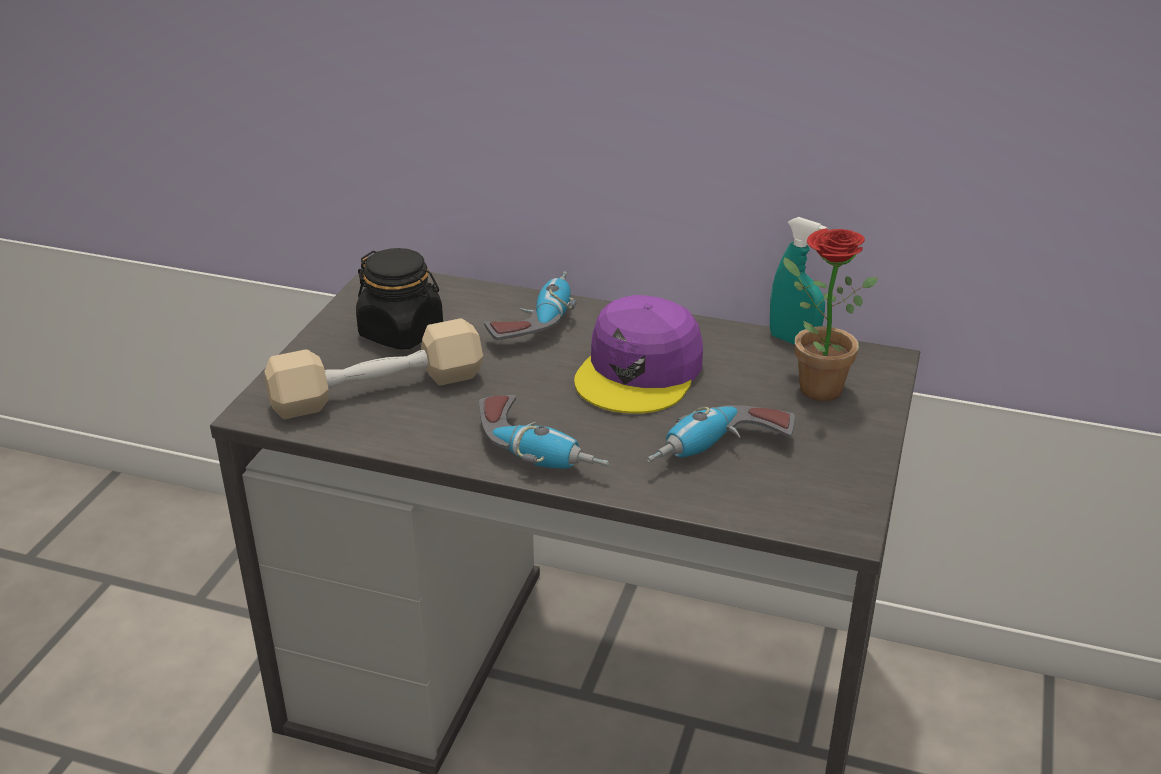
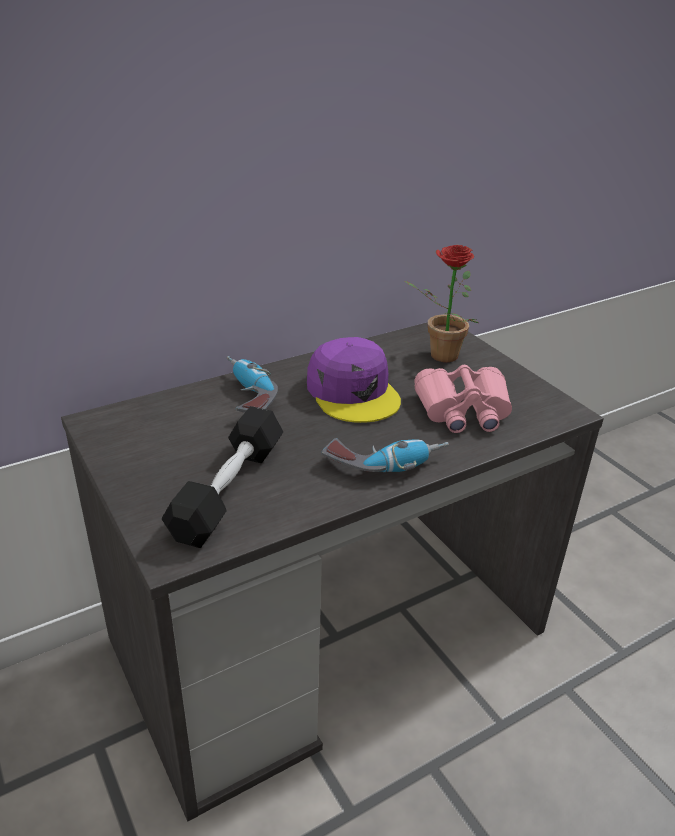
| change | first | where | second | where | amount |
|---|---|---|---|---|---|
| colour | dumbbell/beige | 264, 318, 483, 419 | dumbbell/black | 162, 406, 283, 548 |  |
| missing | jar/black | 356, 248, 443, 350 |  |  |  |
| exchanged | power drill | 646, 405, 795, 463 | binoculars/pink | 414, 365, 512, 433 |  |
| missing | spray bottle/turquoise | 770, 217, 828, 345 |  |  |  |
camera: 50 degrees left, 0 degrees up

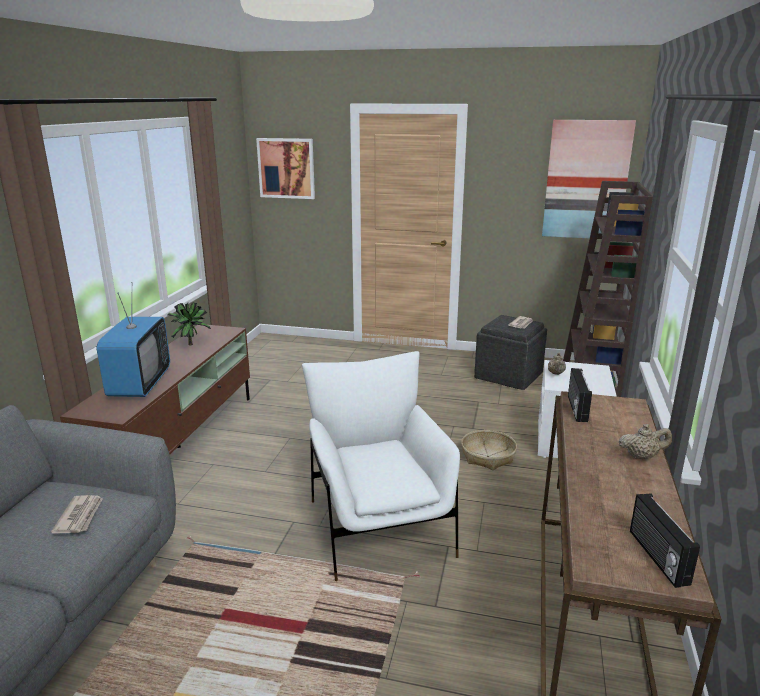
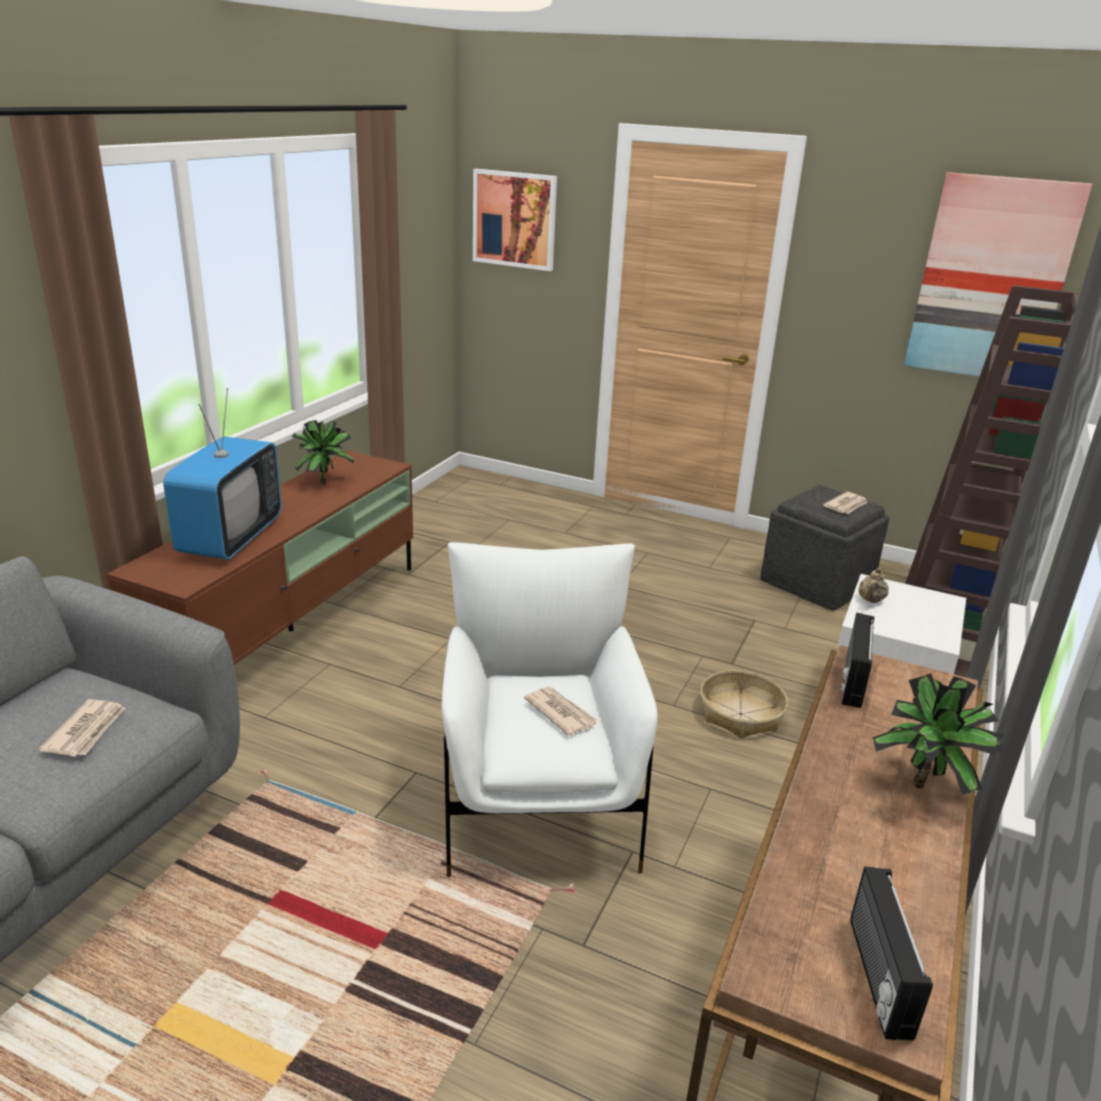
| change | first | where | second | where | amount |
|---|---|---|---|---|---|
| exchanged | teapot/beige | 619, 424, 672, 459 | potted plant | 872, 673, 1005, 795 |  |
| appeared |  |  | newspaper | 524, 686, 598, 736 |  |
camera: 10 degrees right, 5 degrees up

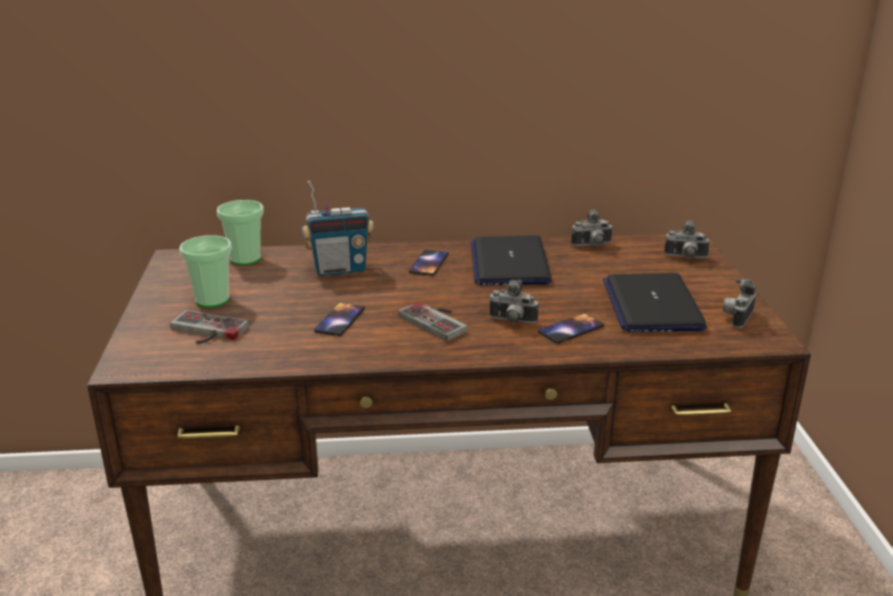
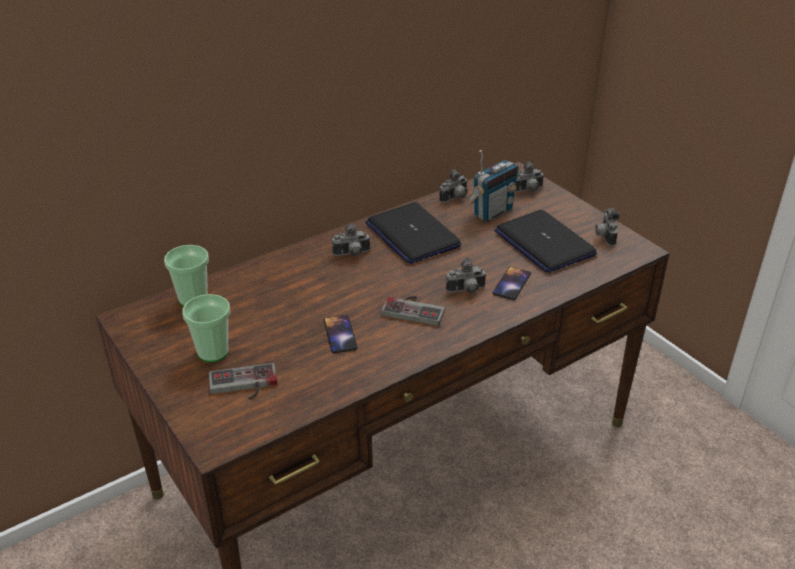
| change | first | where | second | where | amount |
|---|---|---|---|---|---|
| relocated | radio | 302, 181, 374, 276 |  | 467, 150, 519, 222 |  |
| exchanged | phone | 409, 250, 448, 276 | photo camera | 332, 222, 370, 256 |  |
camera: 30 degrees left, 10 degrees up

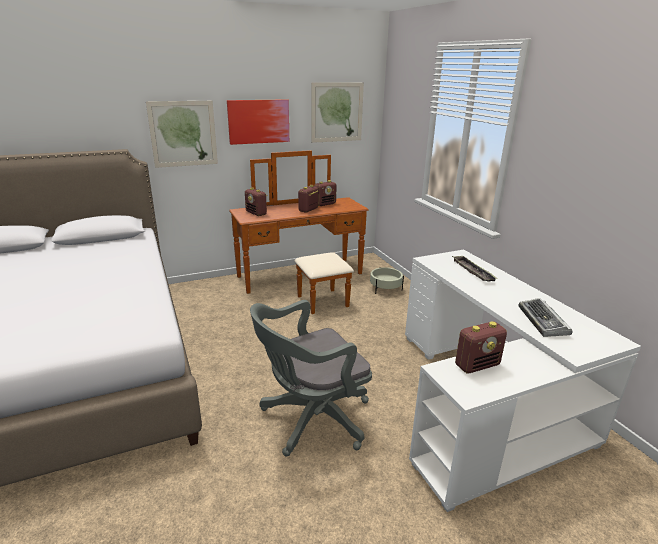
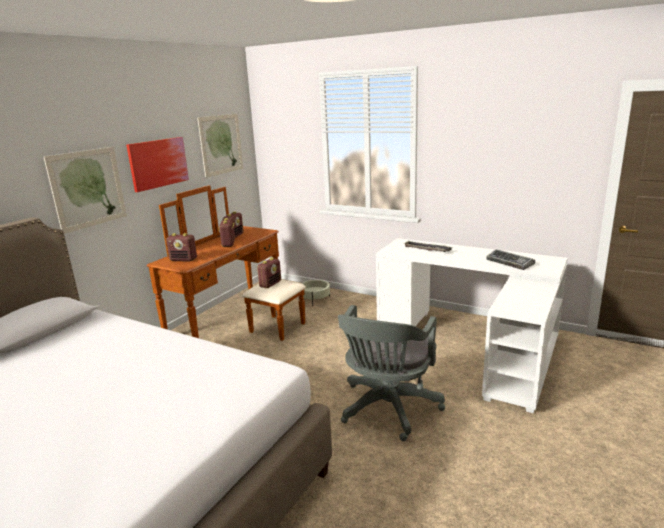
| change | first | where | second | where | amount |
|---|---|---|---|---|---|
| relocated | radio | 455, 321, 507, 374 |  | 257, 258, 281, 288 |  |
camera: 35 degrees left, 5 degrees down

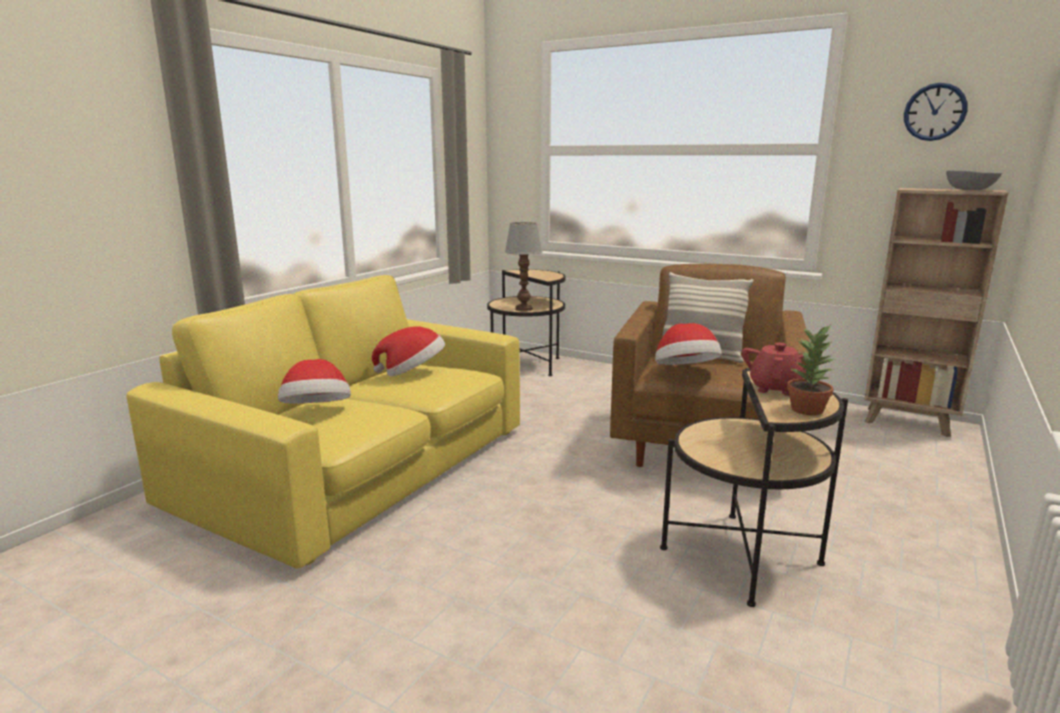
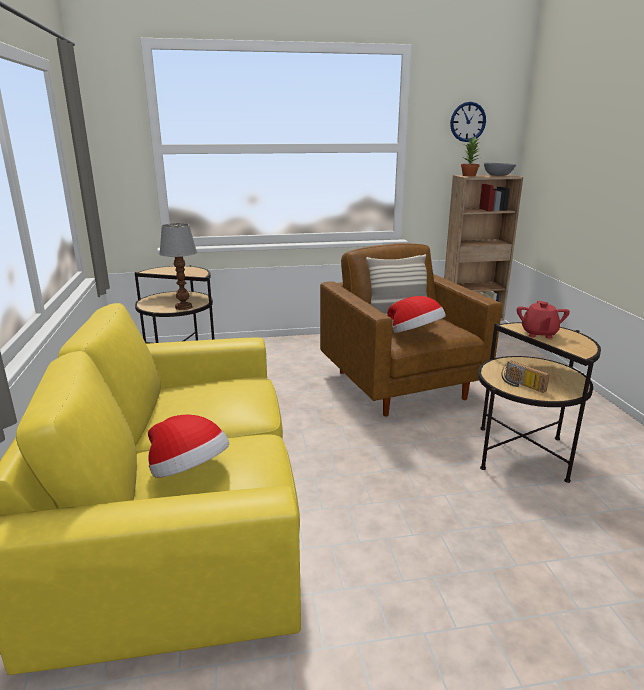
| change | first | where | second | where | amount |
|---|---|---|---|---|---|
| missing | hat | 372, 326, 445, 376 |  |  |  |
| spun | teapot/red | 742, 342, 806, 396 |  | 517, 301, 570, 339 | 150 degrees counterclockwise |
| relocated | potted plant | 787, 326, 836, 415 |  | 461, 136, 481, 176 |  |
| appeared |  |  | radio | 502, 360, 549, 393 |  |
camera: 40 degrees left, 5 degrees up

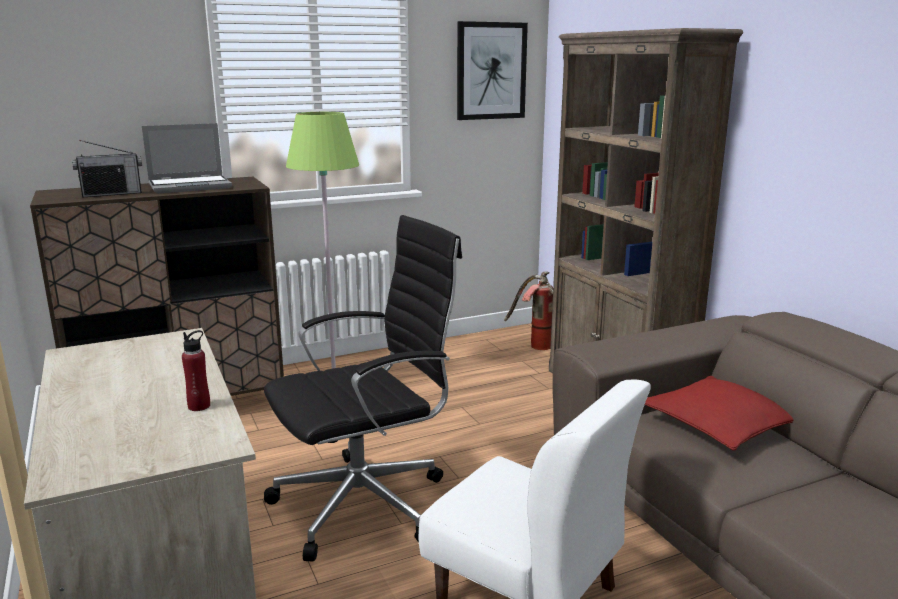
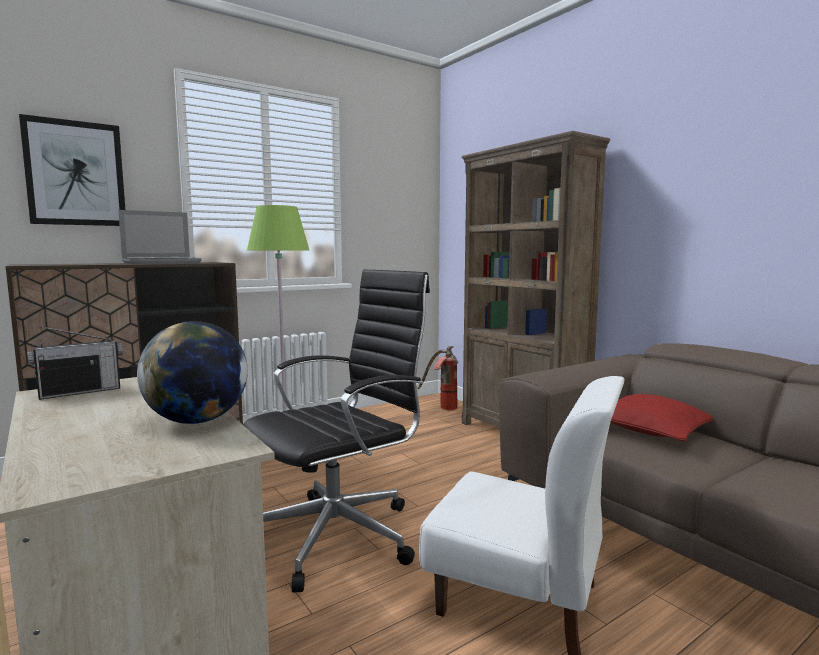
| change | first | where | second | where | amount |
|---|---|---|---|---|---|
| relocated | radio | 72, 140, 142, 197 |  | 27, 326, 123, 400 |  |
| exchanged | bottle/red | 182, 330, 210, 411 | globe | 137, 321, 248, 424 |  |
| relocated | picture | 457, 21, 528, 120 |  | 19, 114, 125, 226 |  |
camera: 10 degrees left, 10 degrees down

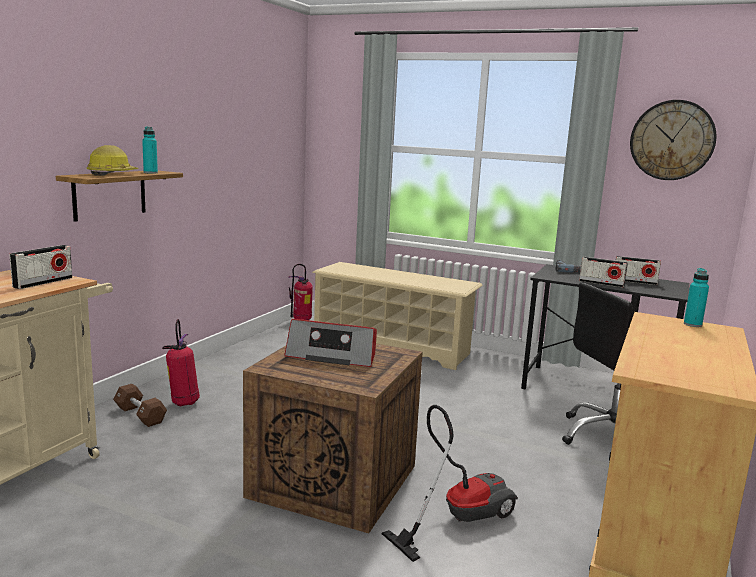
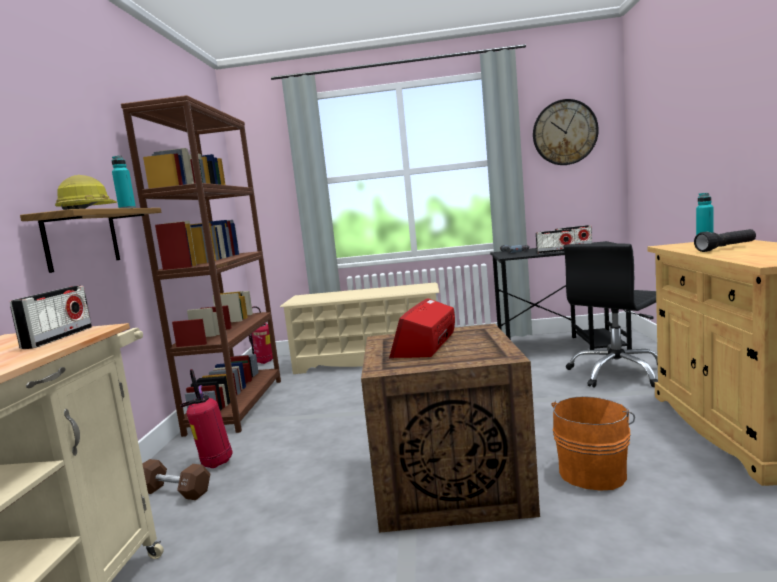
| change | first | where | second | where | amount |
|---|---|---|---|---|---|
| spun | radio | 284, 319, 377, 367 |  | 389, 298, 455, 358 | 120 degrees clockwise |
| exchanged | vacuum cleaner | 382, 405, 518, 562 | bucket/orange | 551, 396, 635, 491 |  |
| appeared |  |  | bookcase/brown | 121, 95, 281, 437 |  |
| appeared |  |  | flashlight/black | 694, 229, 756, 252 |  |
camera: 20 degrees left, 5 degrees down

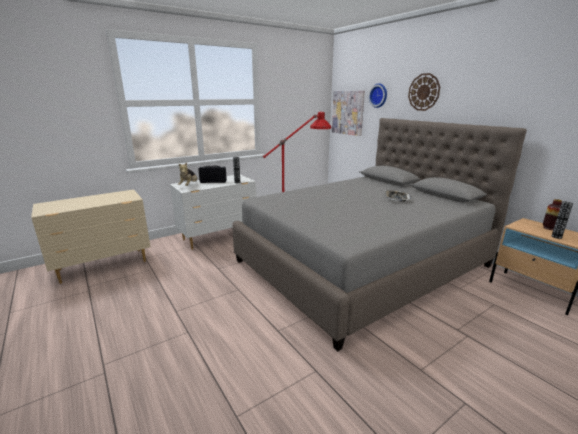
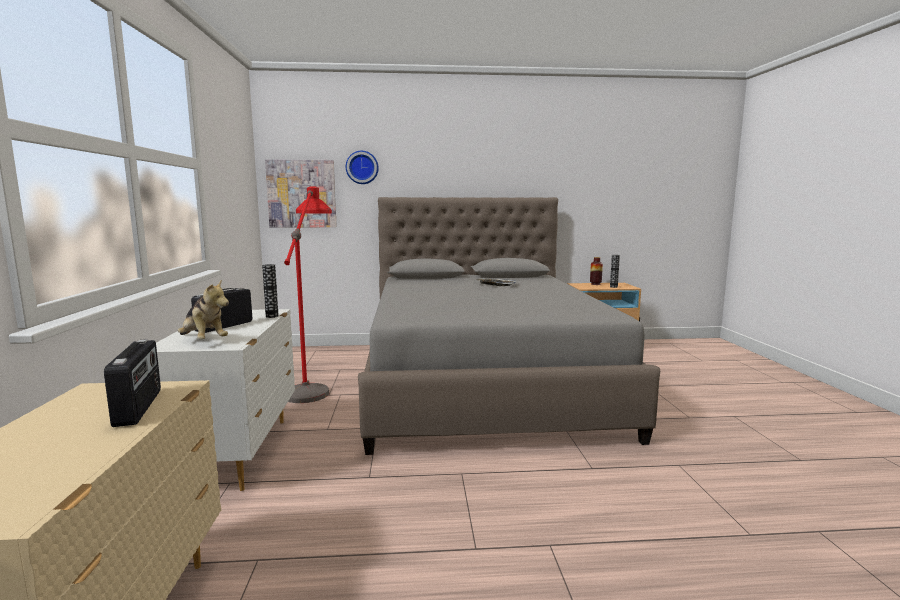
| change | first | where | second | where | amount |
|---|---|---|---|---|---|
| missing | wall clock | 408, 73, 440, 111 |  |  |  |
| appeared |  |  | radio | 104, 339, 161, 427 |  |
camera: 60 degrees left, 10 degrees down

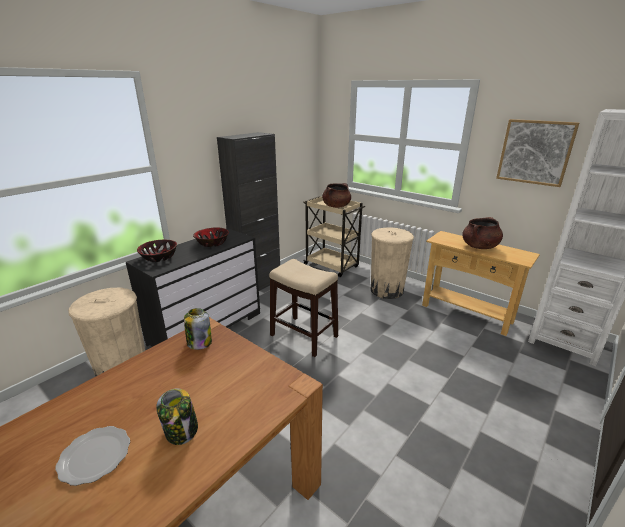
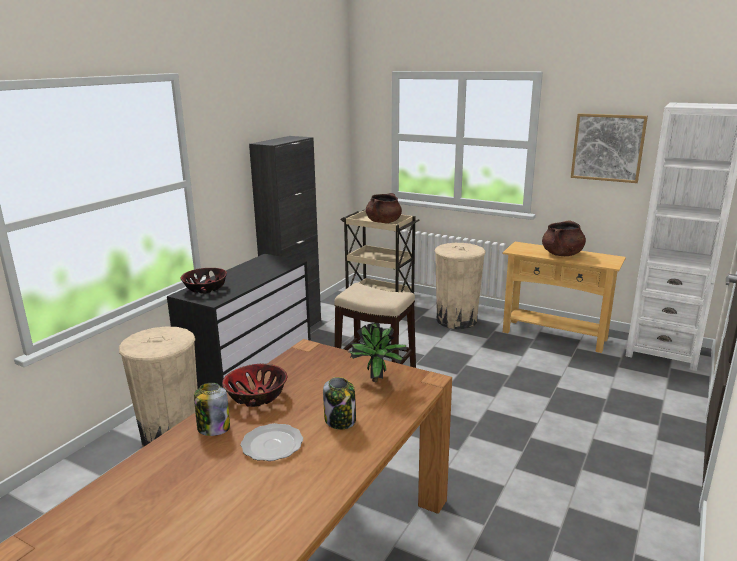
| change | first | where | second | where | amount |
|---|---|---|---|---|---|
| relocated | jar | 184, 308, 212, 350 |  | 194, 383, 230, 436 |  |
| relocated | bowl | 193, 227, 229, 247 |  | 222, 364, 288, 407 |  |
| appeared |  |  | potted plant | 348, 323, 407, 382 |  |
camera: 10 degrees left, 5 degrees down

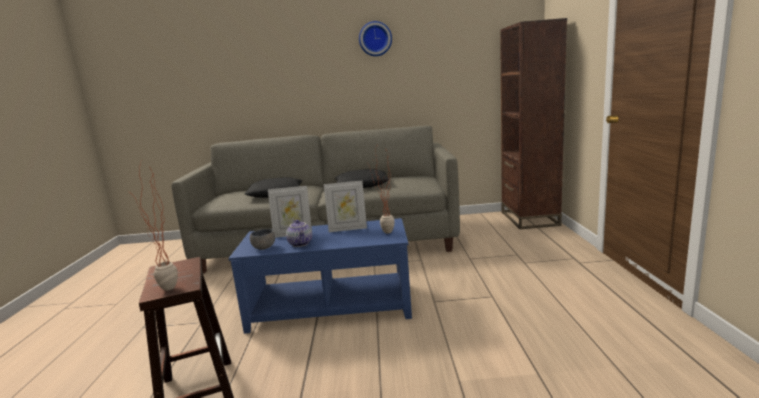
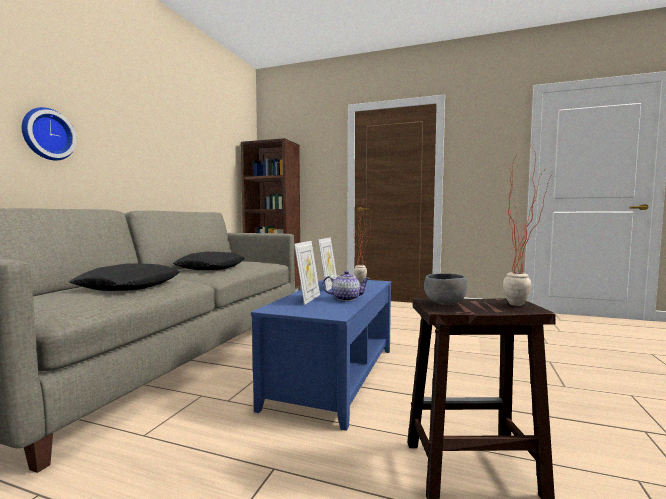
| change | first | where | second | where | amount |
|---|---|---|---|---|---|
| relocated | bowl/grey | 250, 229, 275, 250 |  | 424, 273, 468, 305 |  |
| relocated | wall clock | 359, 21, 392, 56 |  | 22, 107, 77, 161 |  |
camera: 70 degrees left, 10 degrees down

